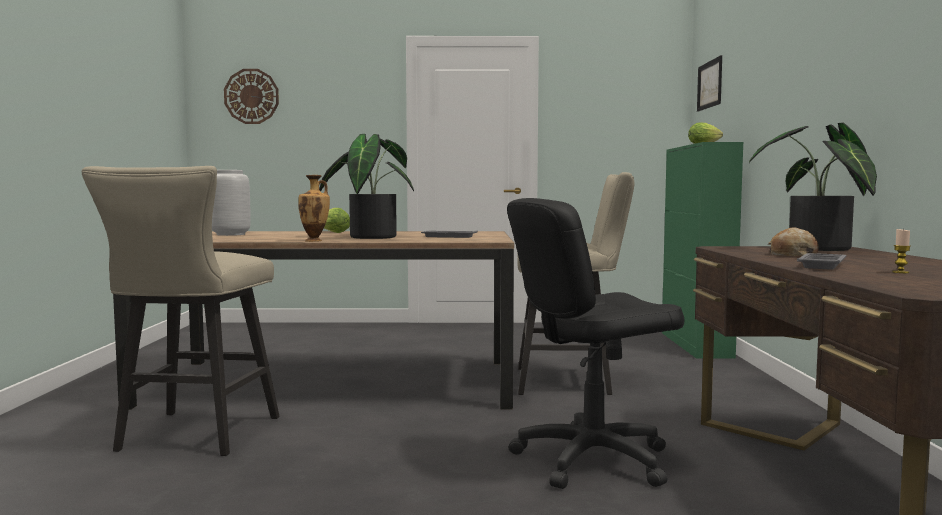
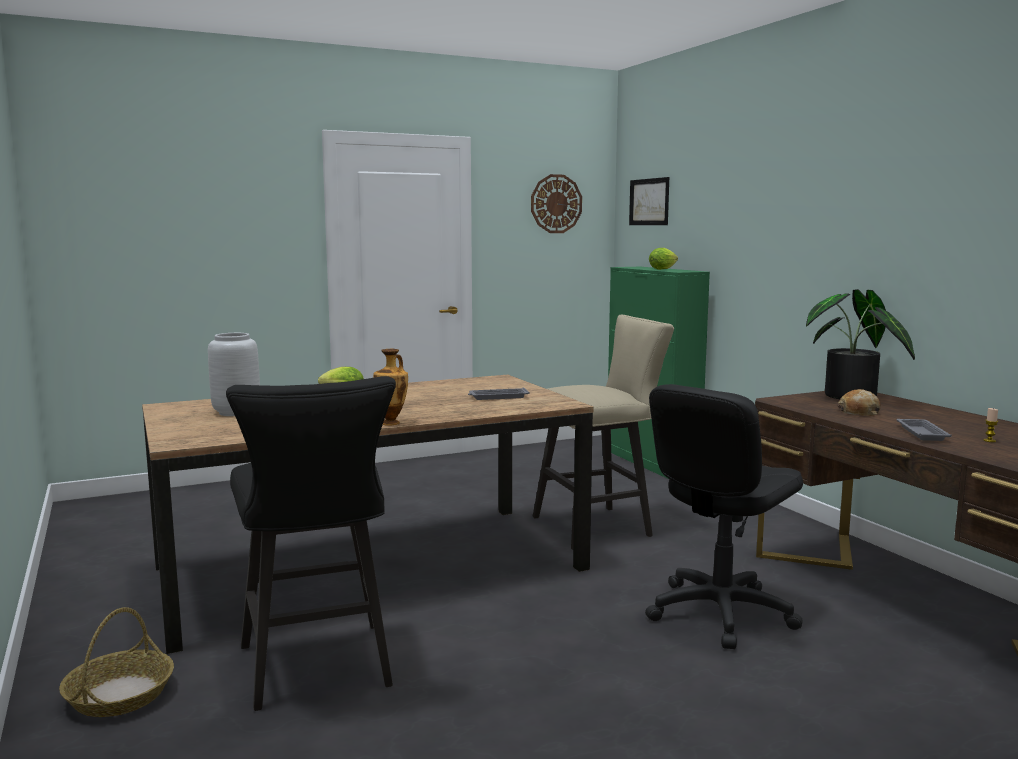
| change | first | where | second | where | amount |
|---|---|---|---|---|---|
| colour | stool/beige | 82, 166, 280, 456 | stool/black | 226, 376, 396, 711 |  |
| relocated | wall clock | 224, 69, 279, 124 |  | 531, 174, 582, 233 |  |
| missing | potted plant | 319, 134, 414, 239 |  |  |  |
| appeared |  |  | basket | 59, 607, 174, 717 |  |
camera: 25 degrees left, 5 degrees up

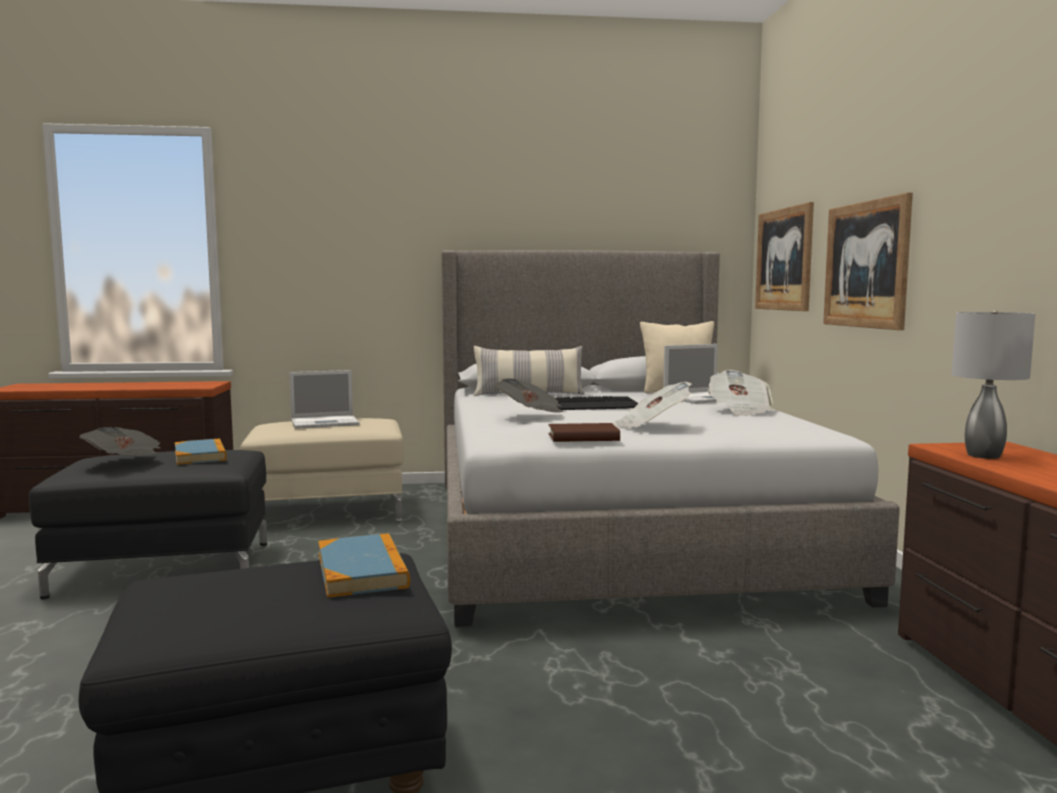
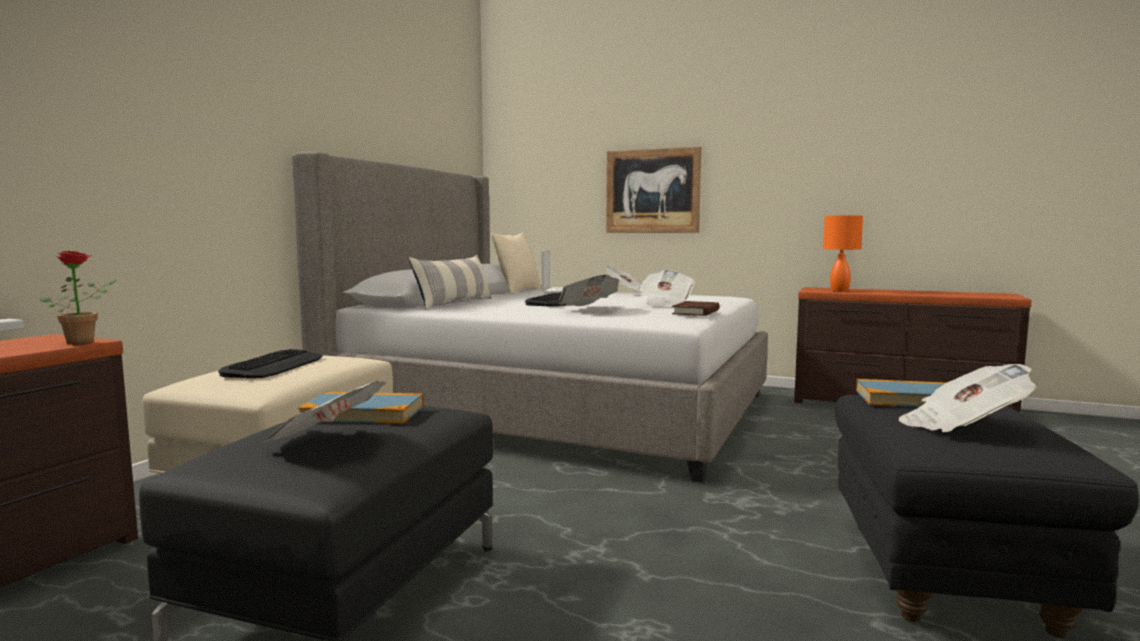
| change | first | where | second | where | amount |
|---|---|---|---|---|---|
| exchanged | laptop | 289, 370, 360, 429 | keyboard | 218, 349, 323, 378 |  |
| missing | picture | 755, 202, 814, 311 |  |  |  |
| colour | table lamp/grey | 952, 310, 1035, 459 | table lamp/orange | 823, 215, 863, 292 |  |
| appeared |  |  | potted plant | 39, 250, 117, 345 |  |
| appeared |  |  | newspaper | 899, 364, 1035, 432 |  |
camera: 60 degrees left, 0 degrees up

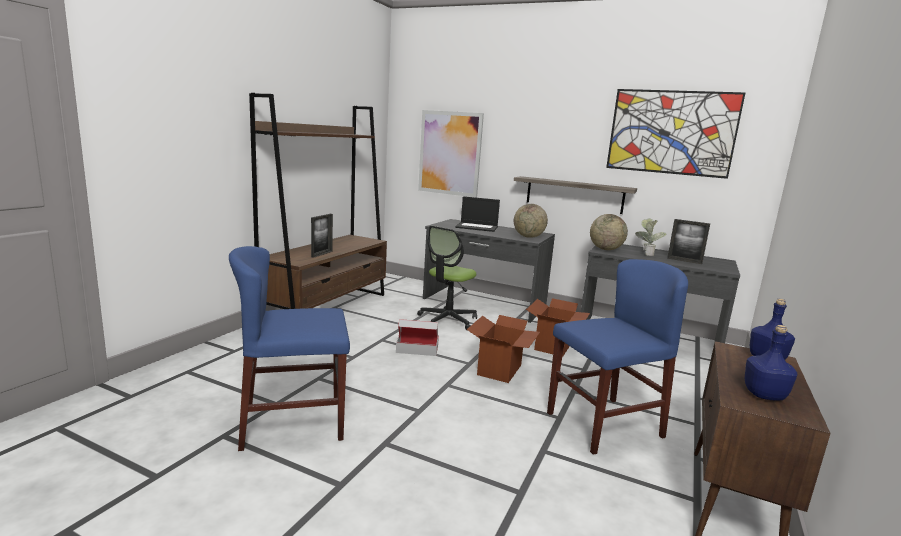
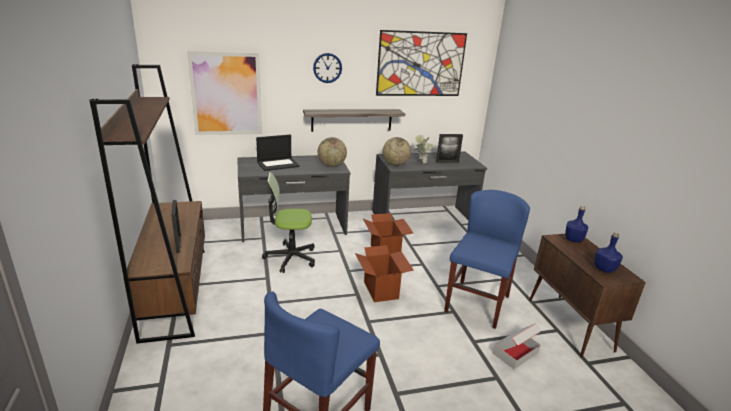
| change | first | where | second | where | amount |
|---|---|---|---|---|---|
| relocated | cardboard box | 396, 319, 439, 356 |  | 492, 323, 541, 369 |  |
| spun | office chair | 417, 226, 477, 330 |  | 262, 172, 315, 273 | 90 degrees clockwise |
| appeared |  |  | wall clock | 313, 53, 342, 83 |  |
camera: 40 degrees left, 10 degrees up

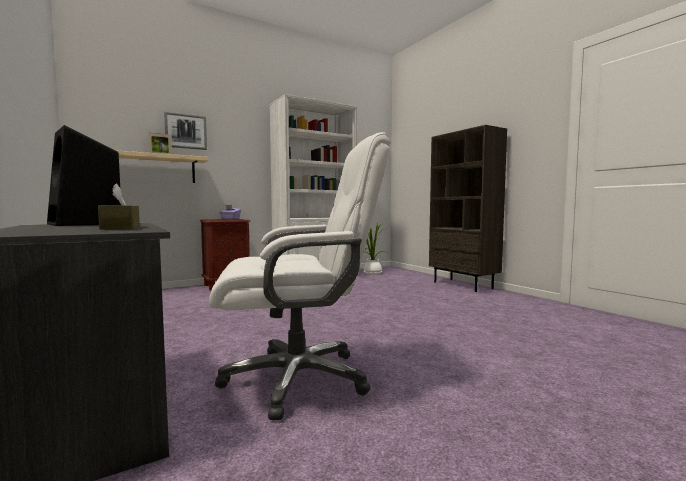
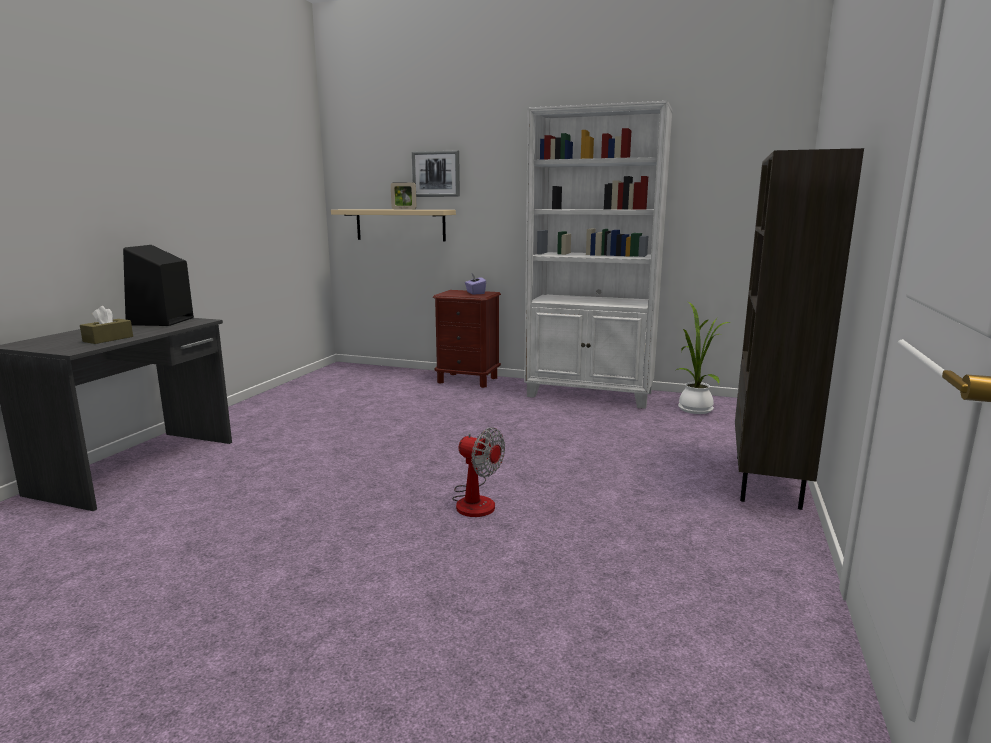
| change | first | where | second | where | amount |
|---|---|---|---|---|---|
| missing | office chair/white | 209, 132, 391, 420 |  |  |  |
| appeared |  |  | fan | 452, 427, 505, 517 |  |
camera: 50 degrees right, 10 degrees up

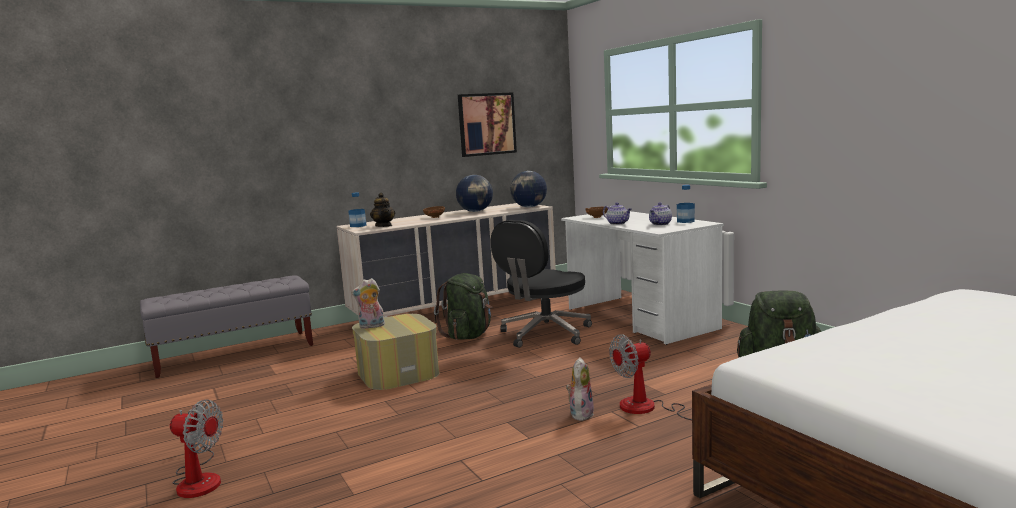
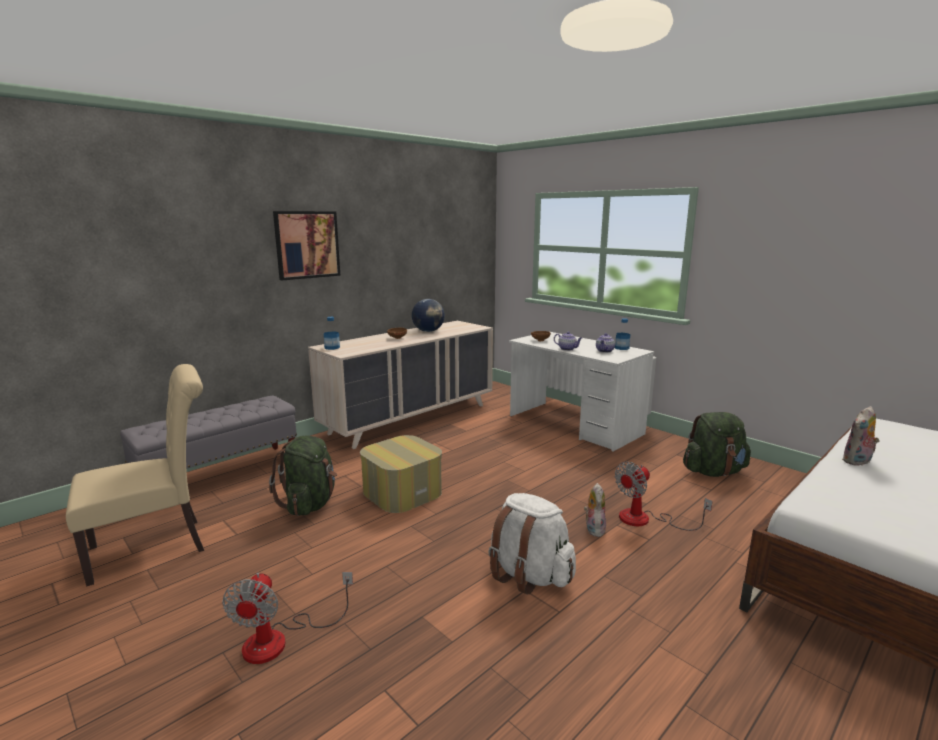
| change | first | where | second | where | amount |
|---|---|---|---|---|---|
| spun | fan | 170, 400, 224, 498 |  | 222, 572, 353, 664 | 90 degrees clockwise |
| relocated | plush toy | 351, 278, 385, 329 |  | 842, 406, 879, 466 |  |
| missing | teapot | 370, 193, 395, 227 |  |  |  |
| relocated | backpack/green | 434, 273, 492, 340 |  | 269, 436, 337, 516 |  |
| relocated | picture | 458, 92, 517, 157 |  | 273, 211, 340, 280 |  |
| missing | office chair/black | 490, 220, 592, 348 |  |  |  |
| missing | globe | 510, 171, 547, 208 |  |  |  |
| appeared |  |  | chair/beige | 66, 364, 204, 587 |  |
| appeared |  |  | backpack/white | 488, 493, 576, 595 |  |
camera: 15 degrees left, 5 degrees up

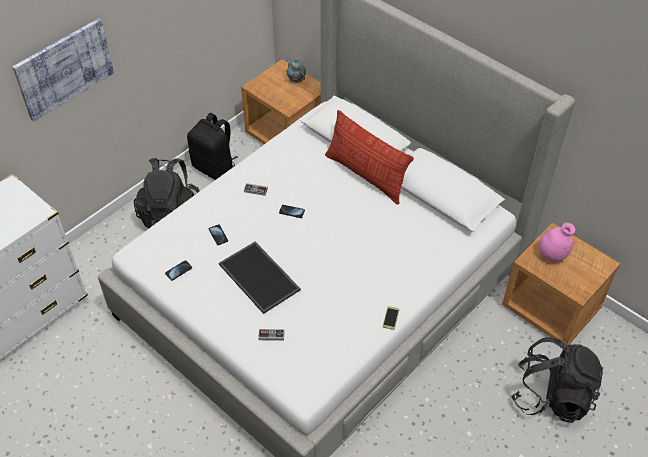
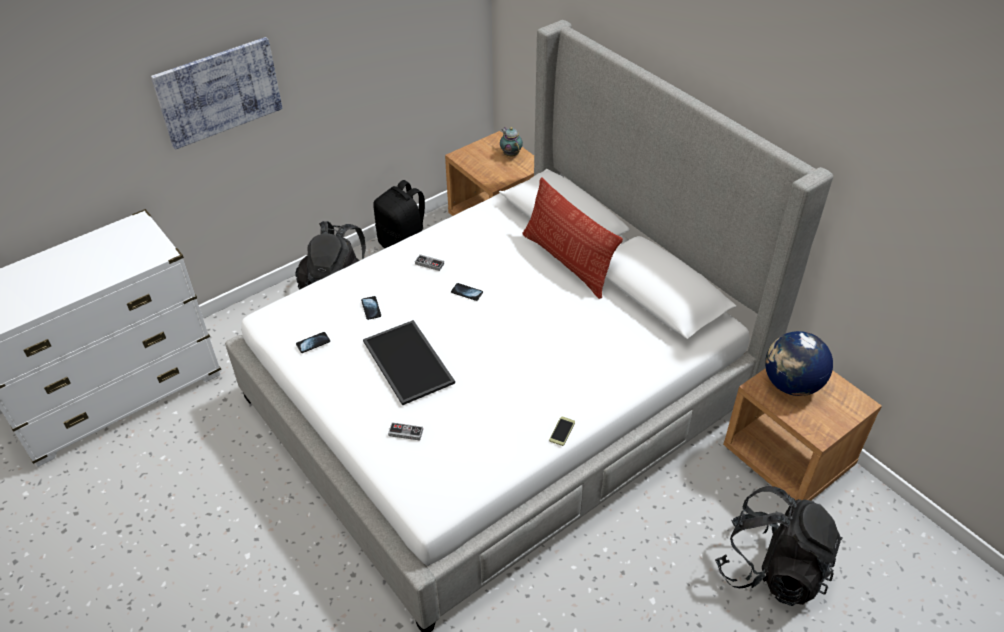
| change | first | where | second | where | amount |
|---|---|---|---|---|---|
| exchanged | vase/pink | 539, 223, 575, 262 | globe | 765, 331, 833, 396 |  |
camera: 10 degrees right, 5 degrees down

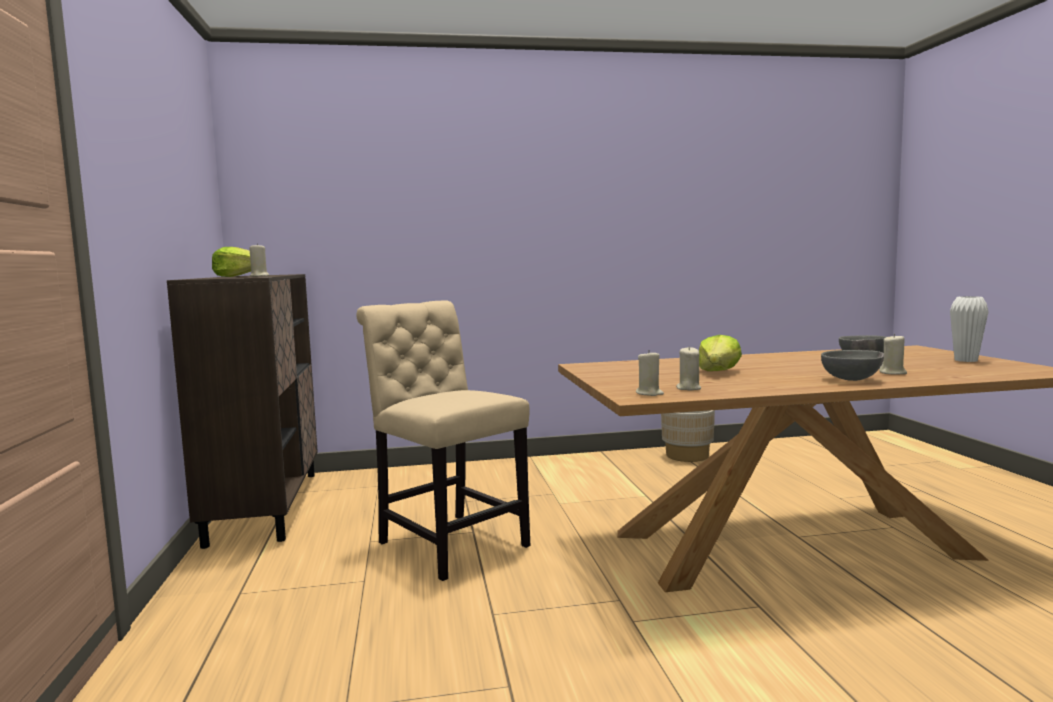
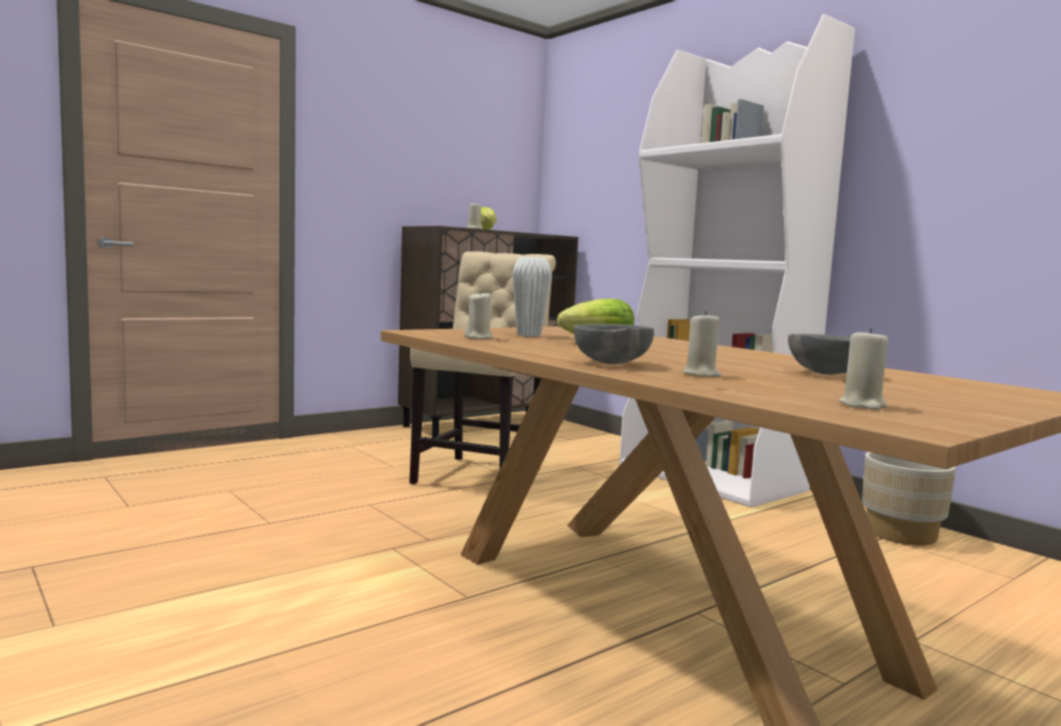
| change | first | where | second | where | amount |
|---|---|---|---|---|---|
| relocated | candle/beige | 636, 352, 664, 396 |  | 839, 328, 888, 410 |  |
| relocated | vase/white | 950, 296, 988, 362 |  | 512, 257, 552, 337 |  |
| appeared |  |  | bookcase/white | 619, 14, 855, 508 |  |
camera: 60 degrees right, 0 degrees up

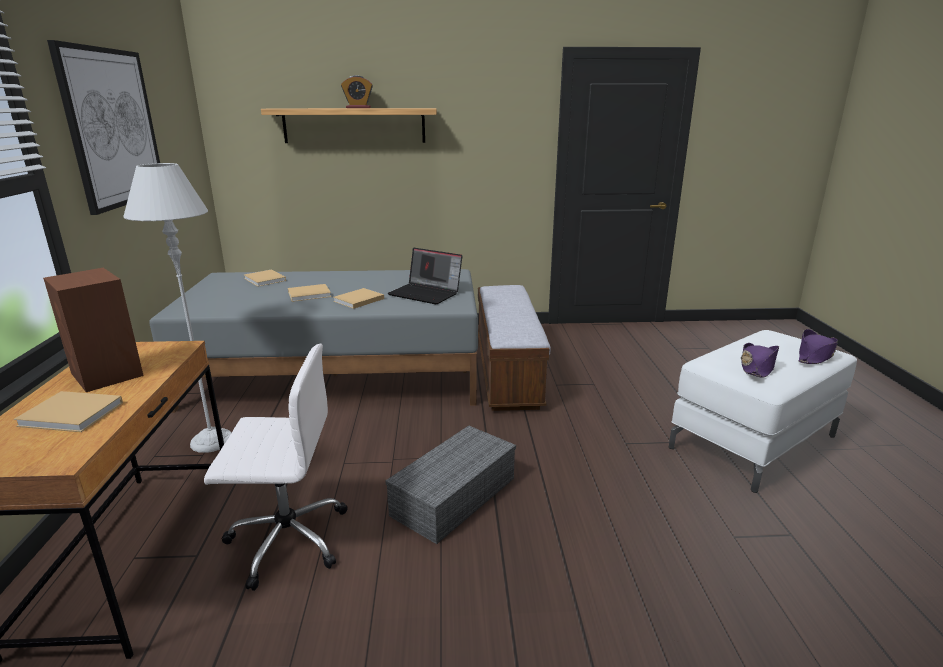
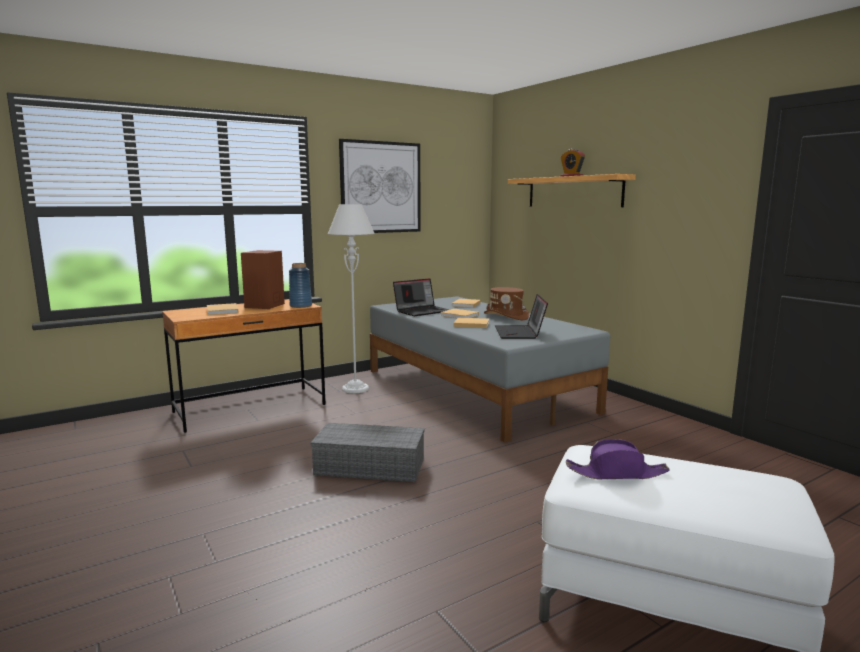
| change | first | where | second | where | amount |
|---|---|---|---|---|---|
| missing | office chair/white | 204, 344, 347, 591 |  |  |  |
| missing | bench | 478, 285, 551, 411 |  |  |  |
| missing | hat/purple | 799, 329, 838, 364 |  |  |  |
| appeared |  |  | vase/blue | 289, 263, 312, 308 |  |
| appeared |  |  | laptop | 393, 278, 450, 316 |  |
| appeared |  |  | hat/brown | 484, 287, 529, 320 |  |
camera: 60 degrees right, 10 degrees down

